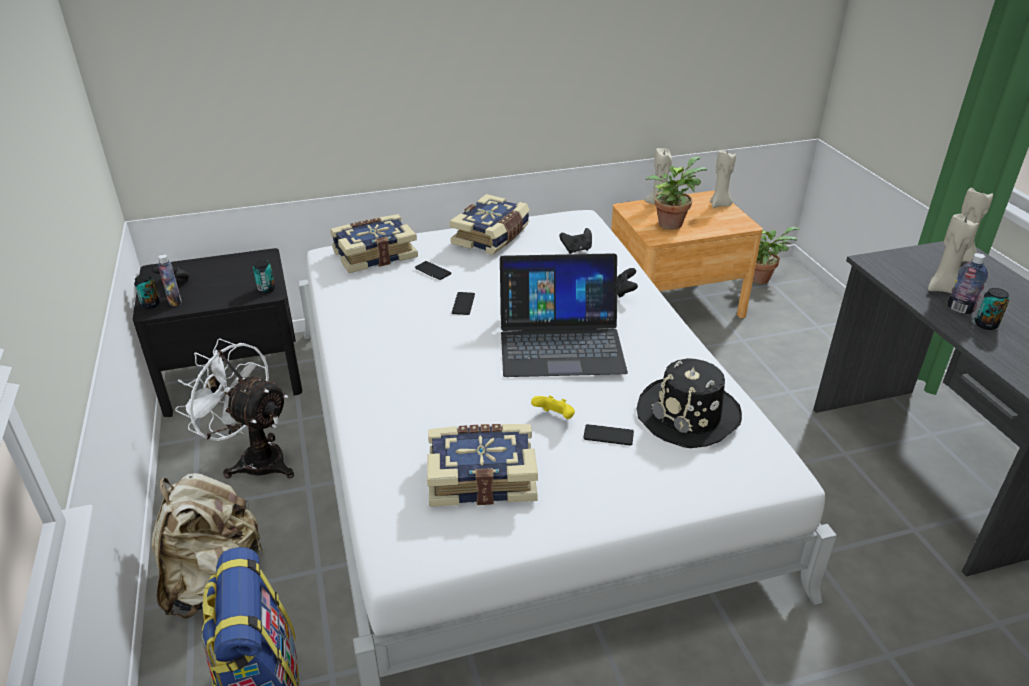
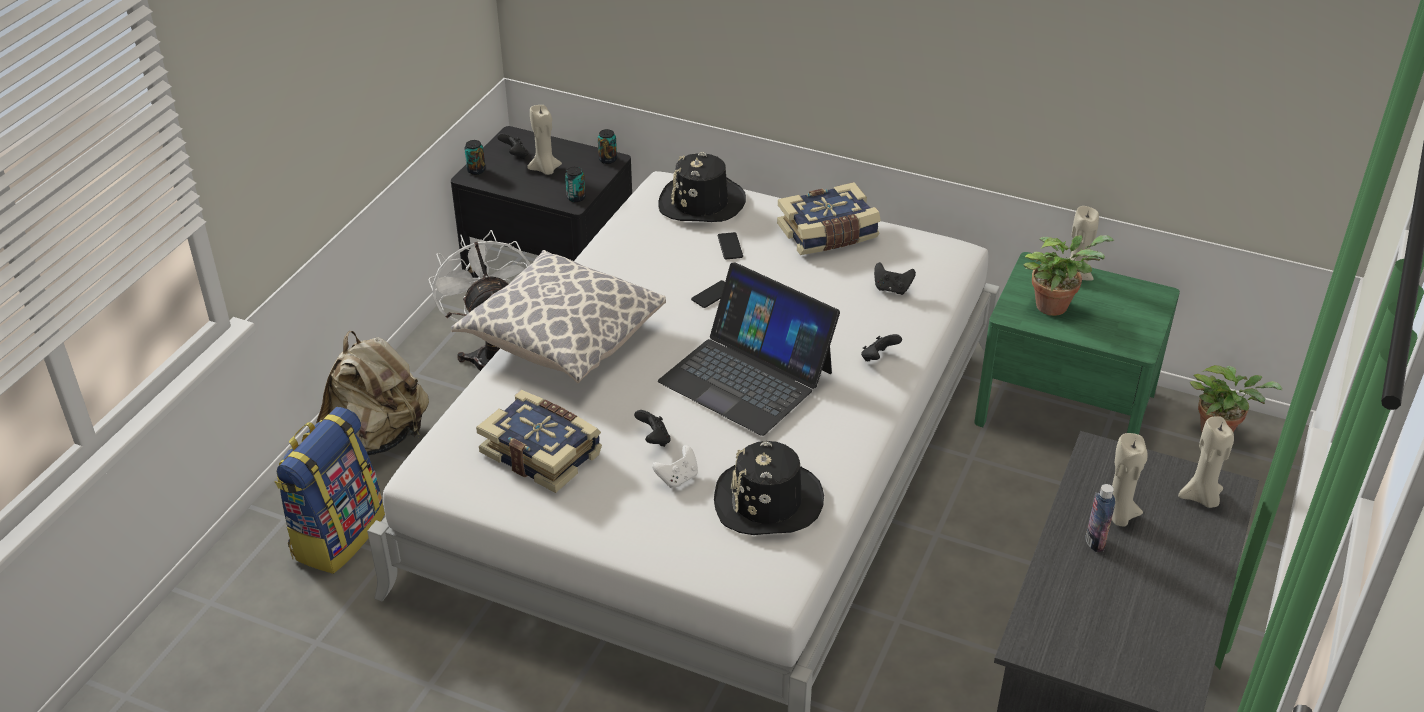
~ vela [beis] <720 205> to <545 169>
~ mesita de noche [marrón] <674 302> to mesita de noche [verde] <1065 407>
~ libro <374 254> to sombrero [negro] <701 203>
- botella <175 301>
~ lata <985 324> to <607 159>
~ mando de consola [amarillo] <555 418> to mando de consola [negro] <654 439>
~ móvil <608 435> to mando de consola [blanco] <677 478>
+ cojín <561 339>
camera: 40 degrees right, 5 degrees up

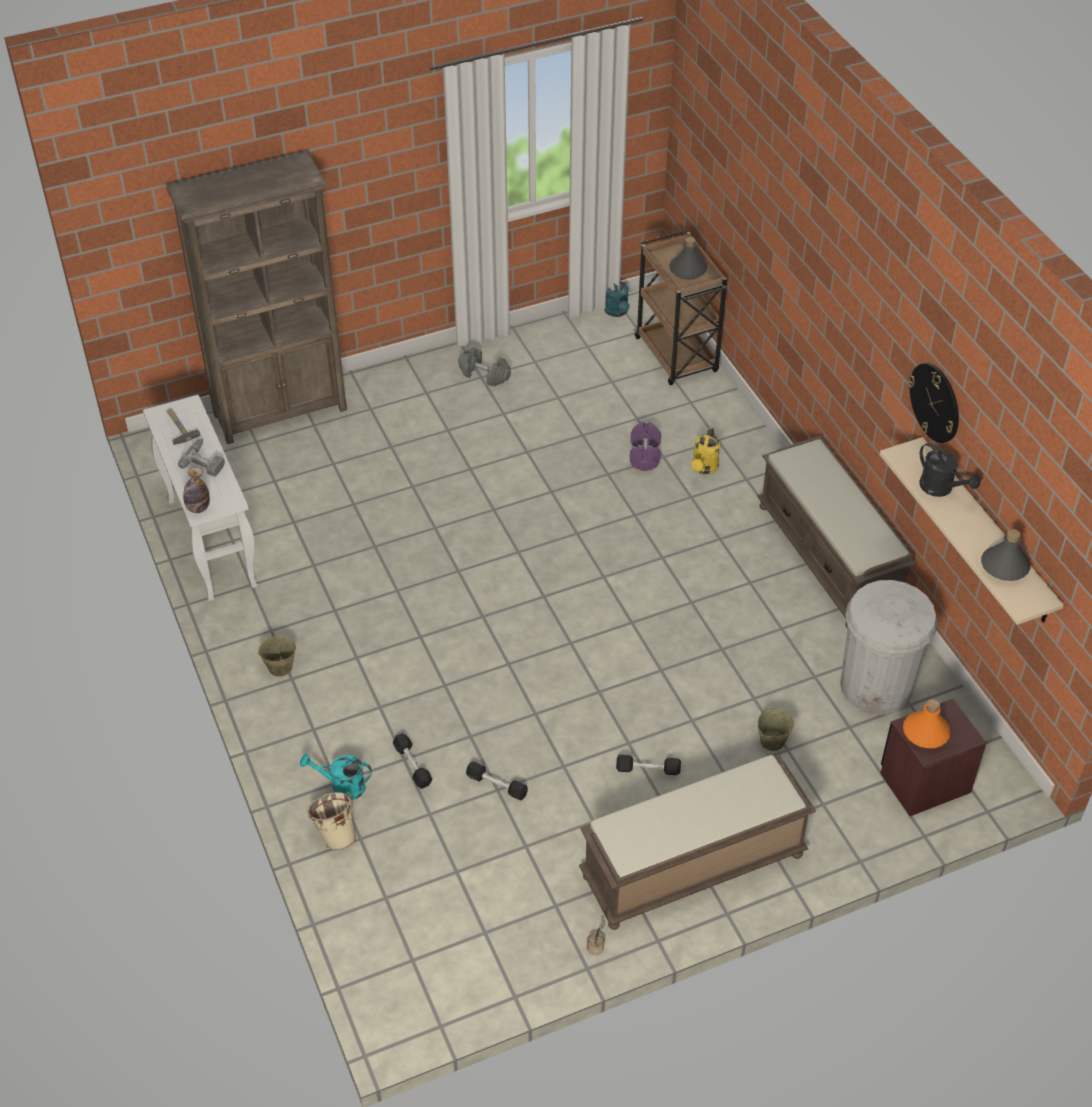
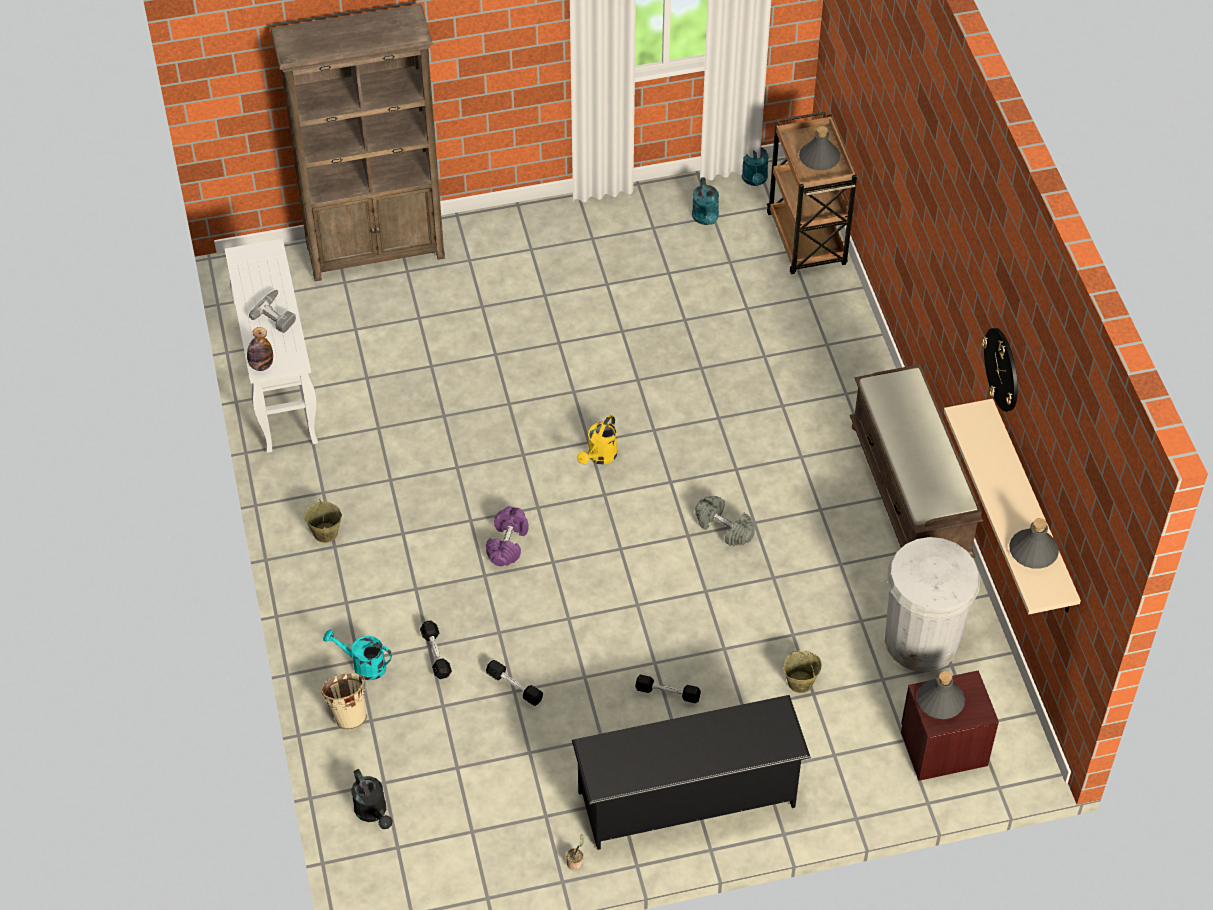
~ mancuerna [gris] <484 375> to <724 528>
- martillo <178 427>
~ mancuerna [morado] <645 455> to <507 544>
~ regadera [amarillo] <704 468> to <599 457>
~ regadera [negro] <941 489> to <373 813>
~ botella [naranja] <926 732> to botella [gris] <940 701>
~ banco [marrón] <692 868> to zapatero [negro] <687 799>
+ regadera [turquesa] <706 219>
camera: 10 degrees right, 5 degrees up

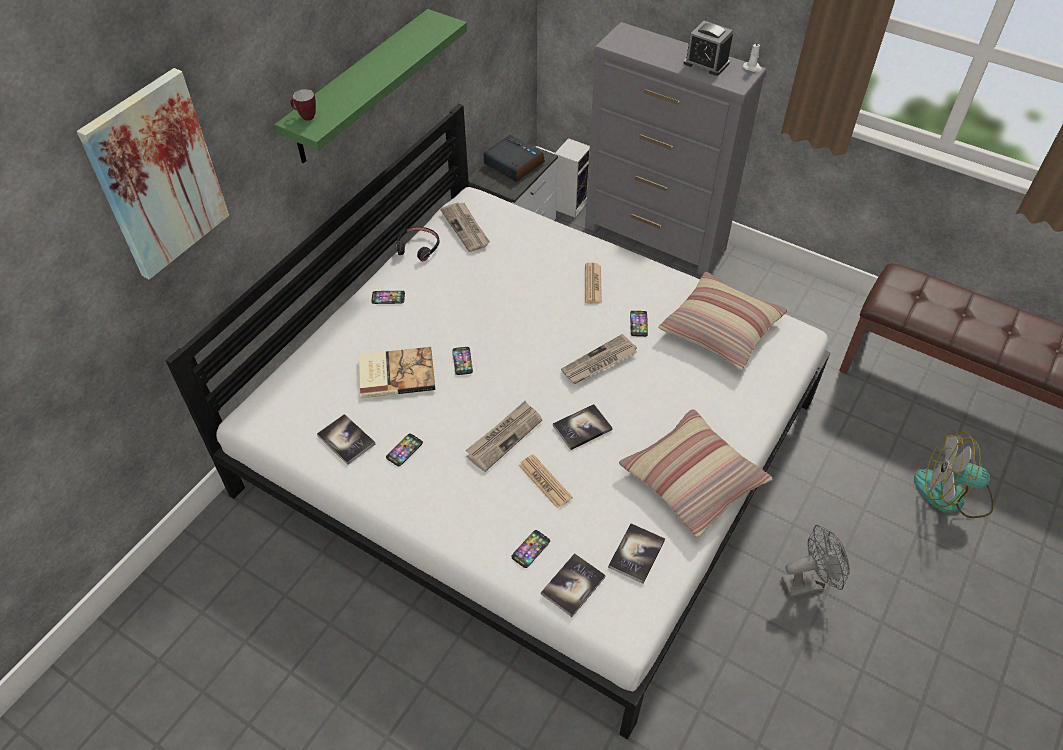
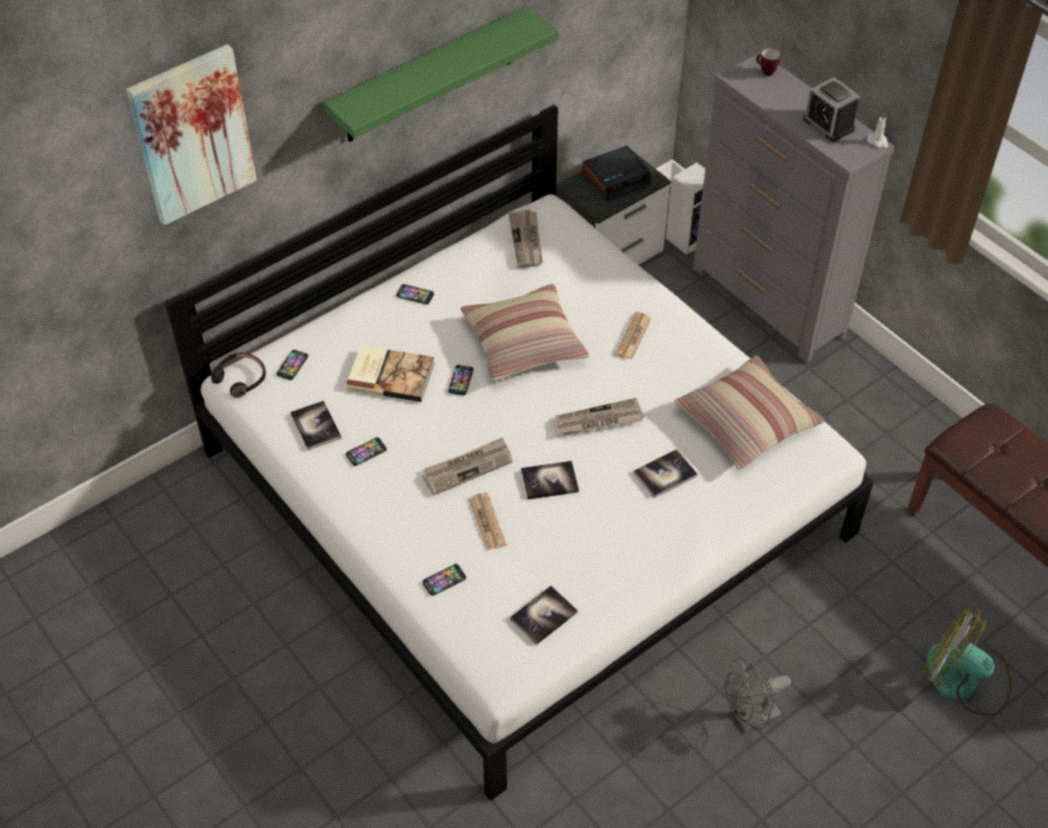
~ taza grande <305 117> to <765 72>
~ despertador <513 163> = <616 178> 90 degrees clockwise
~ auriculares [negro] <418 247> to <240 379>
~ móvil <638 324> to <292 365>
~ cojín <692 479> to <524 342>
~ ventilador [gris] <808 582> = <750 718> 150 degrees clockwise
~ libro <573 585> to <665 474>
camera: 20 degrees right, 0 degrees up

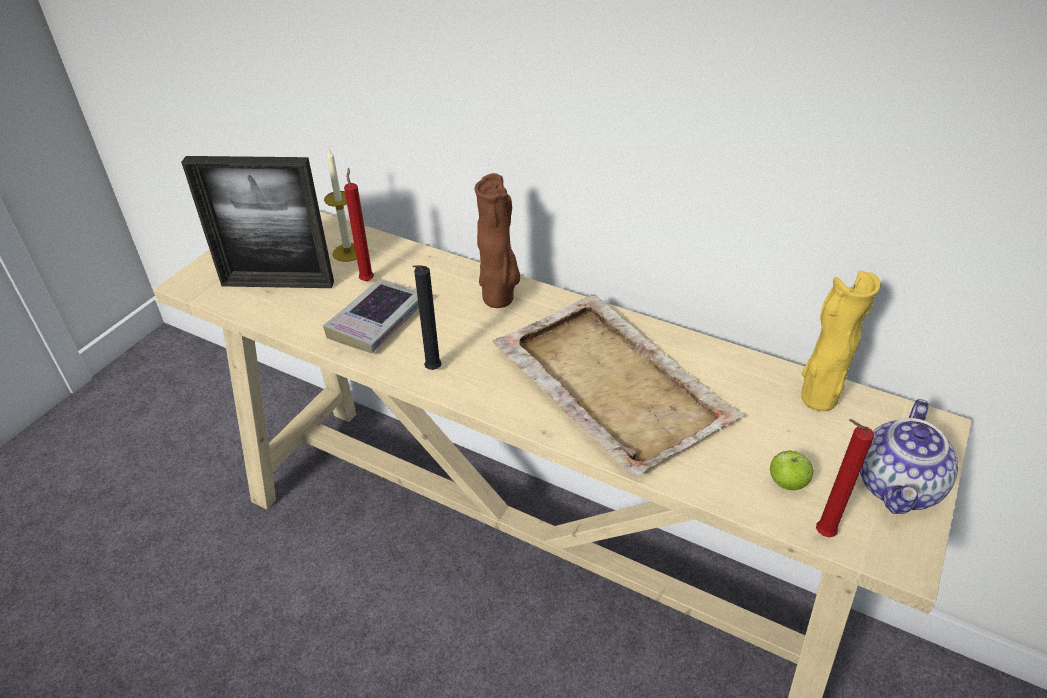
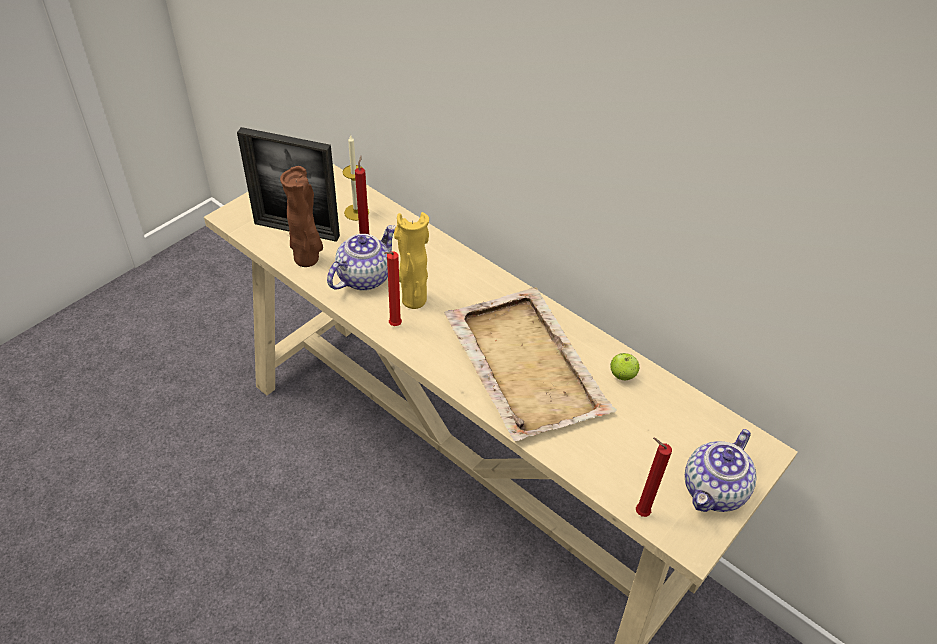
~ florero [marrón] <500 299> to <308 259>
~ vela [negro] <431 371> to vela [rojo] <393 326>
~ florero [amarillo] <817 398> to <413 299>
~ libro <377 321> to tetera <364 277>
~ manzana <787 483> to <622 375>
camera: 10 degrees right, 5 degrees up

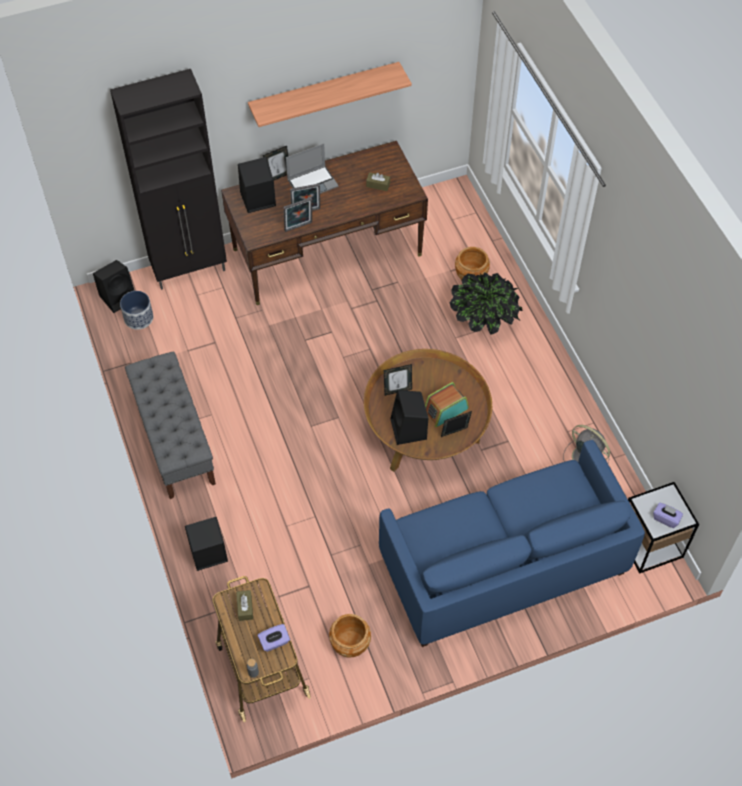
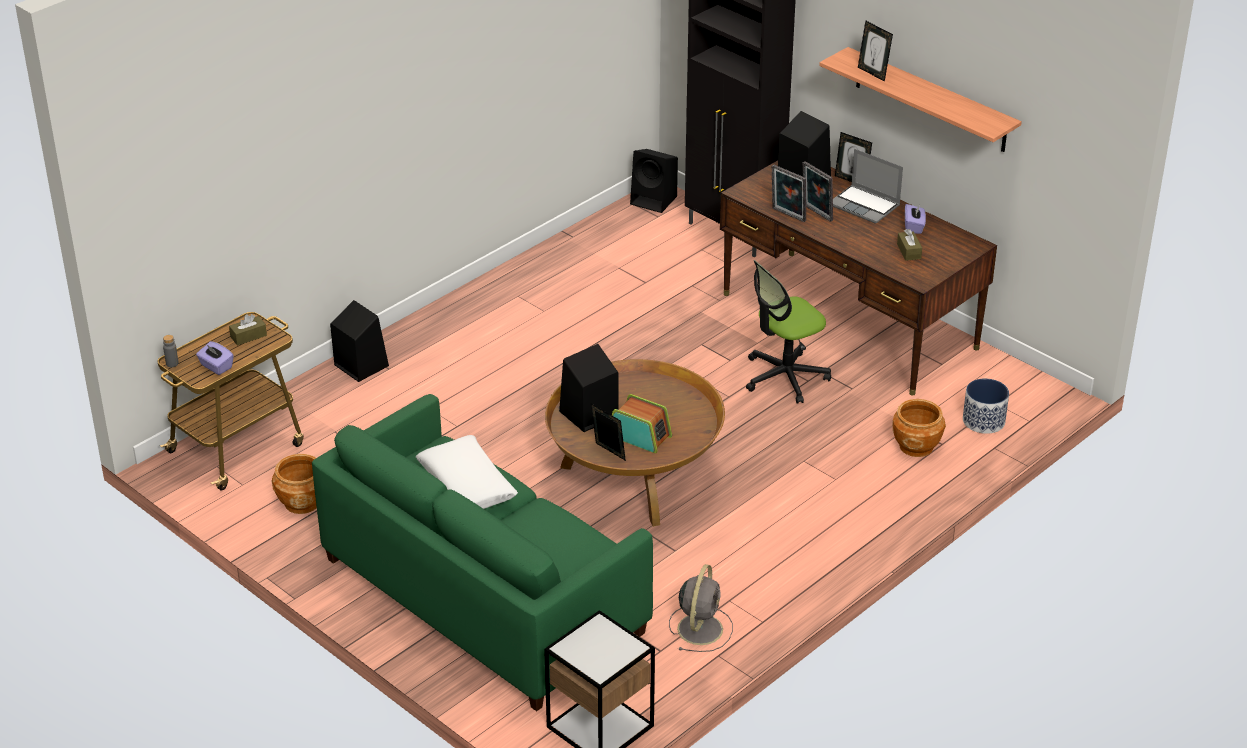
- planta en maceta <484 323>
~ maceta <139 318> to <983 421>
- banco [gris] <174 439>
~ portarretratos <397 390> to <873 73>
~ sofá [azul] <502 564> to sofá [verde] <483 595>
~ caja de pañuelos [morado] <666 518> to <914 227>
+ silla de oficina <785 377>
+ cojín [blanco] <467 485>
camera: 65 degrees right, 20 degrees down

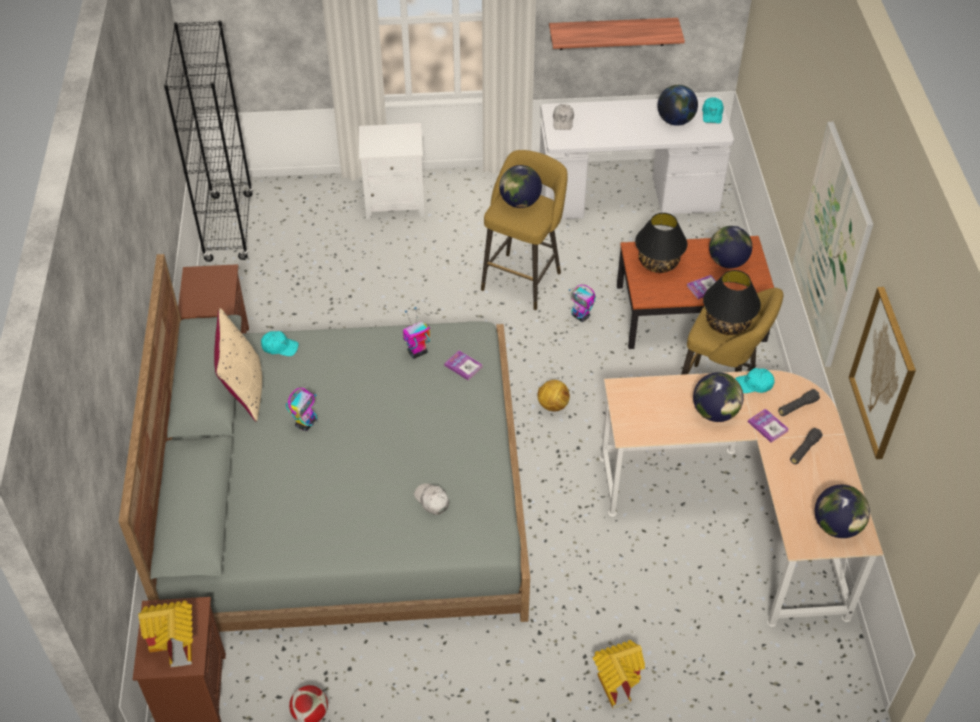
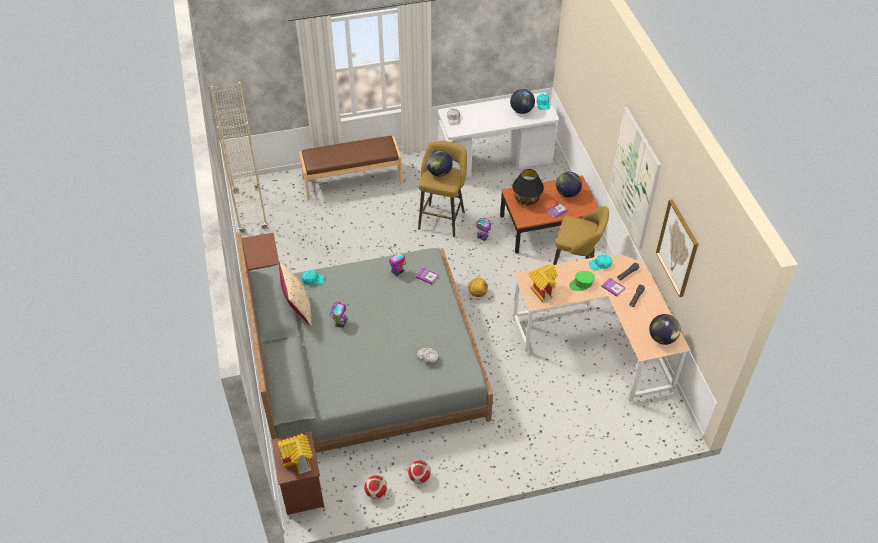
- estante <612 33>
~ estantería [negro] <229 228> to estantería [beis] <250 209>
~ mesita de noche [blanco] <396 202> to banco [marrón] <352 180>
- lámpara de mesa [negro] <727 323>
~ globo terráqueo <715 413> to gorra [verde] <581 284>
~ casita <617 681> to <542 290>
+ balón de fútbol <419 477>
camera: 10 degrees left, 0 degrees up

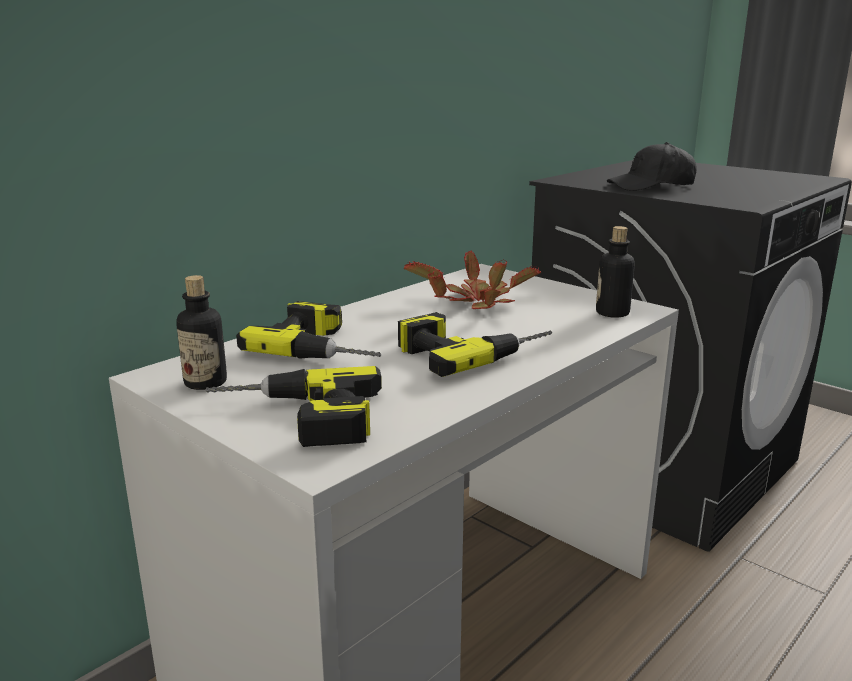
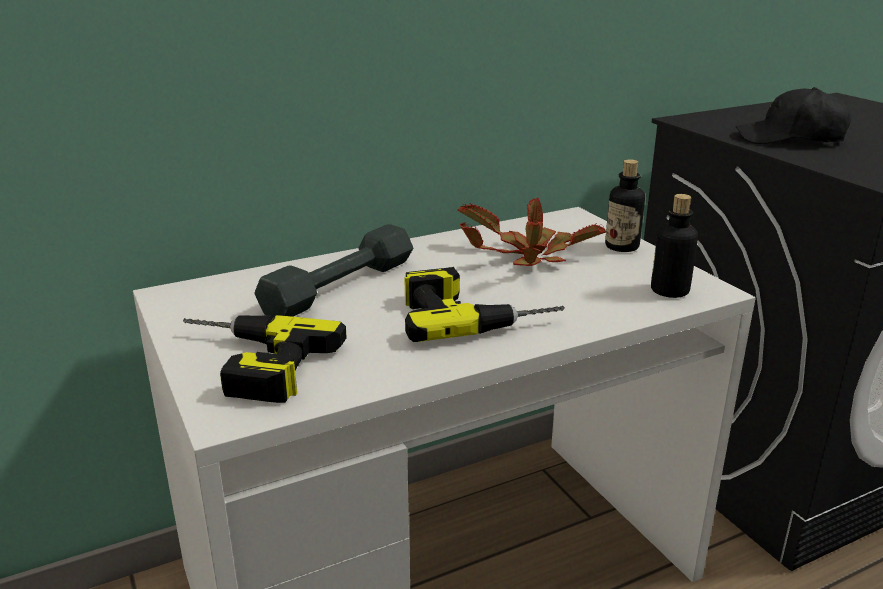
~ botella <205 382> to <621 246>
~ taladro <326 346> to mancuerna [gris] <339 286>
camera: 20 degrees right, 5 degrees up

